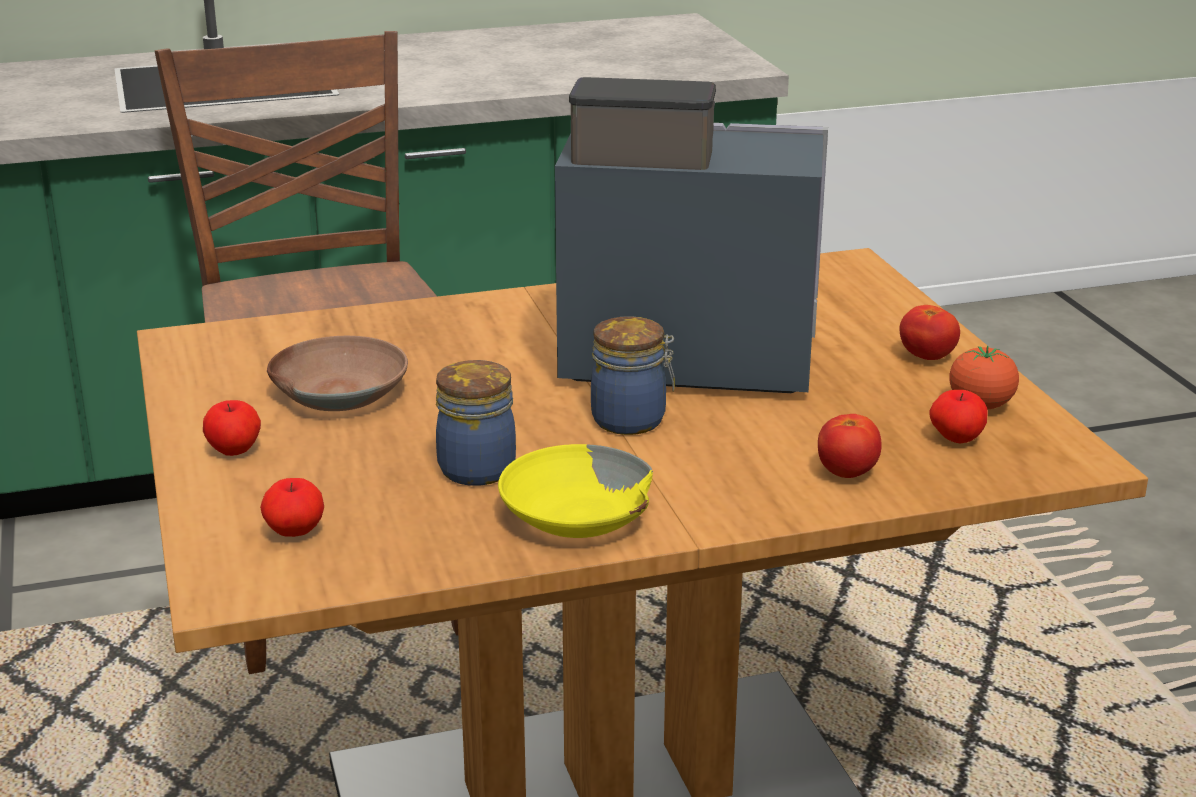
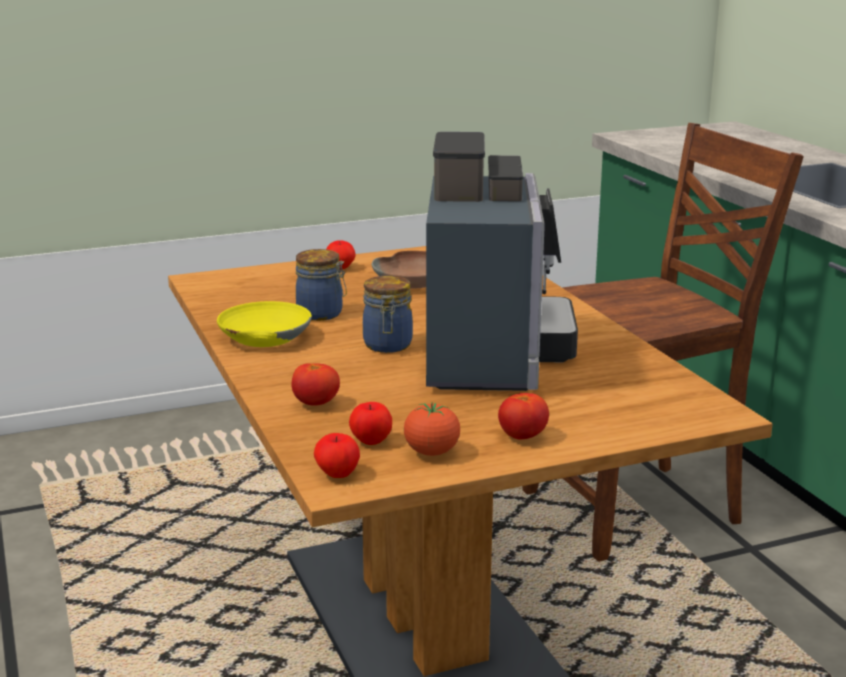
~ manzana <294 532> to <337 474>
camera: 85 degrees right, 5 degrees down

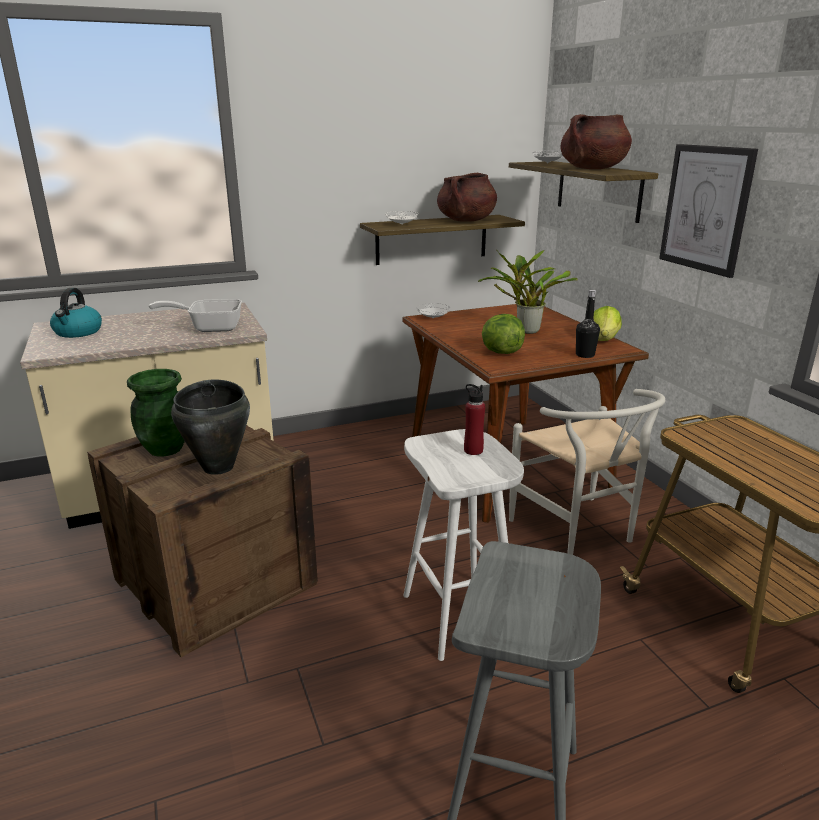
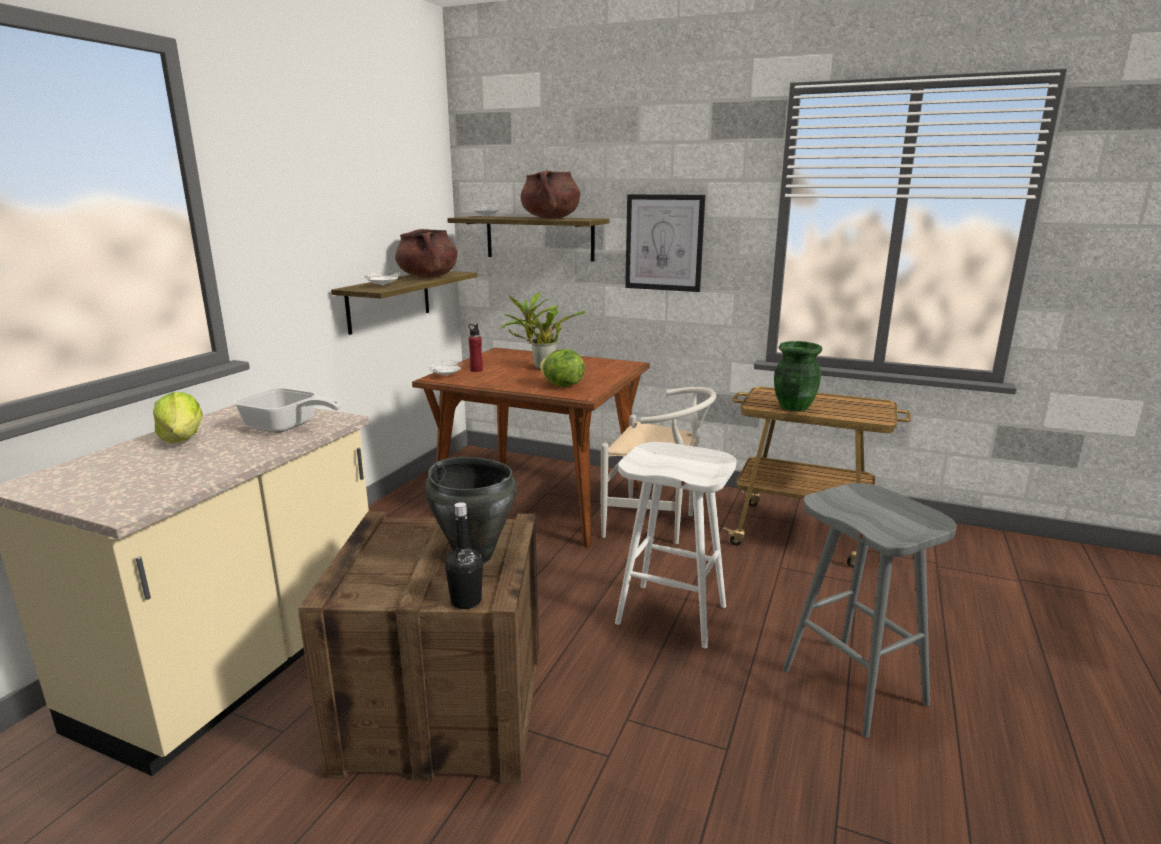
- hervidor <78 332>
~ botella [negro] <585 355> to <466 601>
~ sartén <210 327> = <286 427> 105 degrees counterclockwise
~ lechuga <604 339> to <182 439>
~ florero [verde] <165 449> to <793 407>
~ botella [rojo] <473 450> to <476 370>
camera: 45 degrees left, 5 degrees down

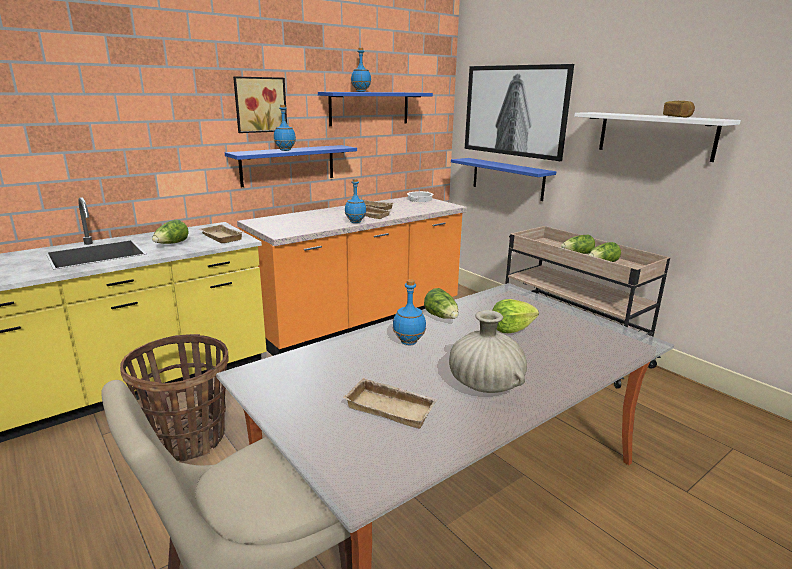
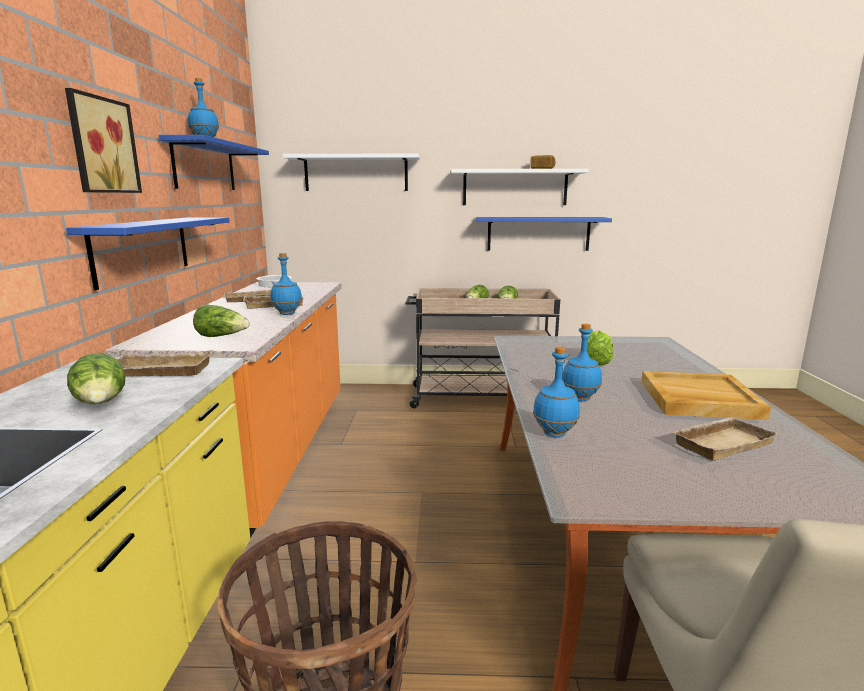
~ cuadro <515 111> to estante [blanco] <356 173>
~ botella [azul] <285 150> to <555 433>
~ estante [azul] <507 178> to <538 233>
~ lechuga <442 317> to <222 336>
~ florero [beis] <485 385> to bandeja [beis] <698 399>
camera: 50 degrees left, 5 degrees down

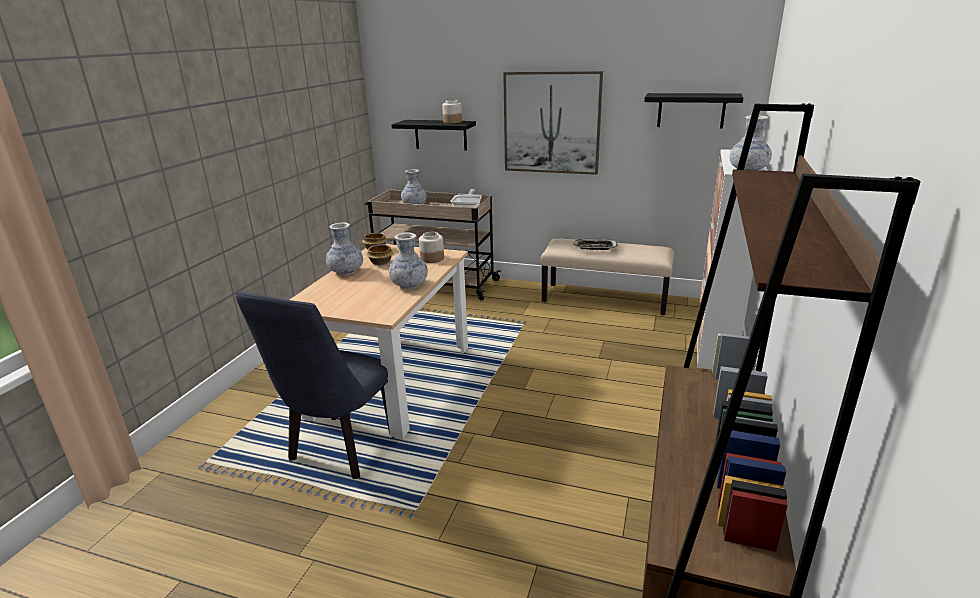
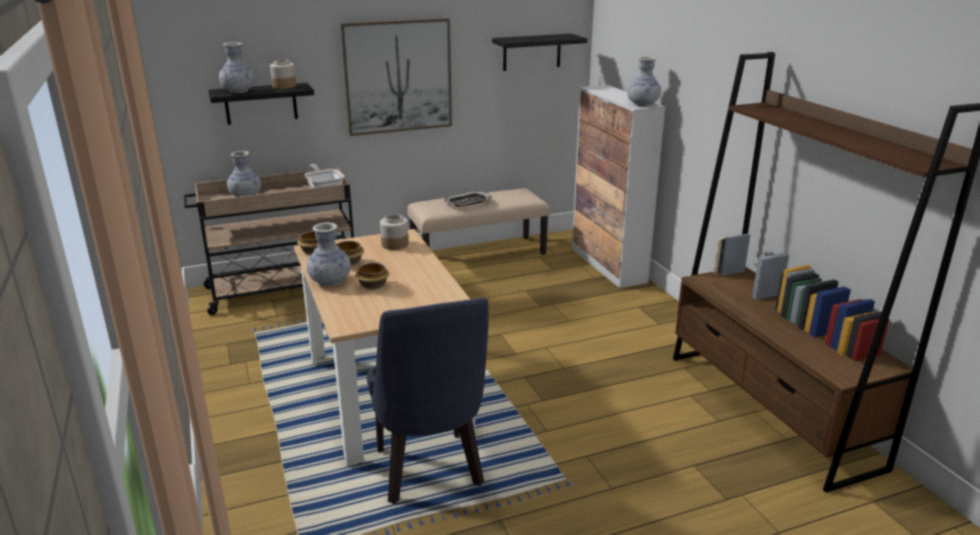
~ florero <409 285> to <238 91>
+ cuenco <372 286>
camera: 40 degrees left, 0 degrees up

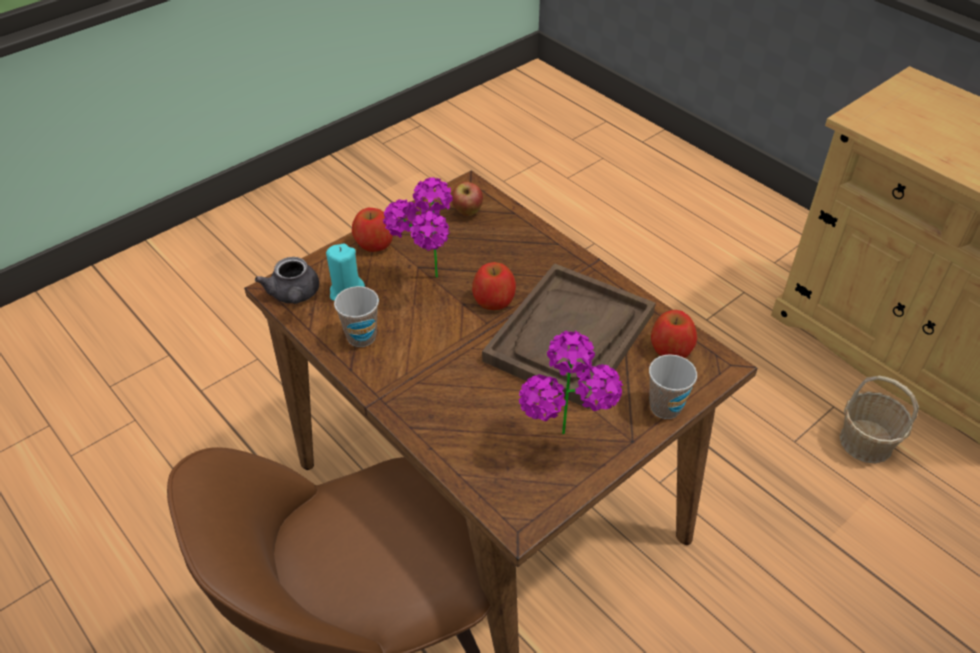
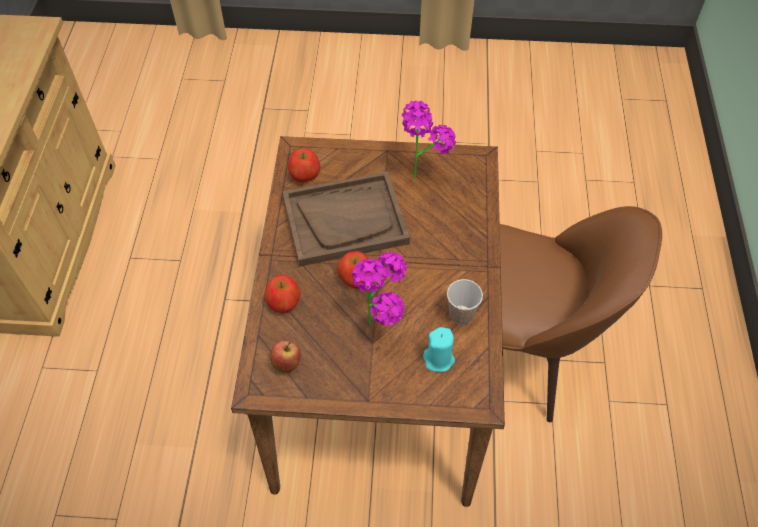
~ manzana <374 243> to <283 302>
- tetera [gris] <294 296>
- taza <665 407>
- cesta <865 441>
camera: 135 degrees left, 10 degrees up

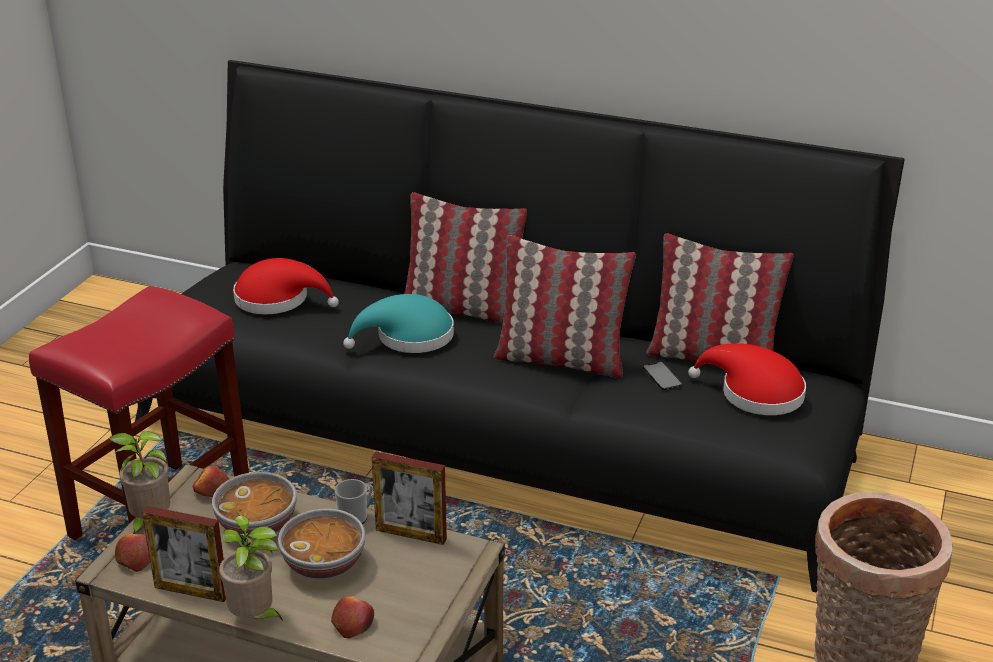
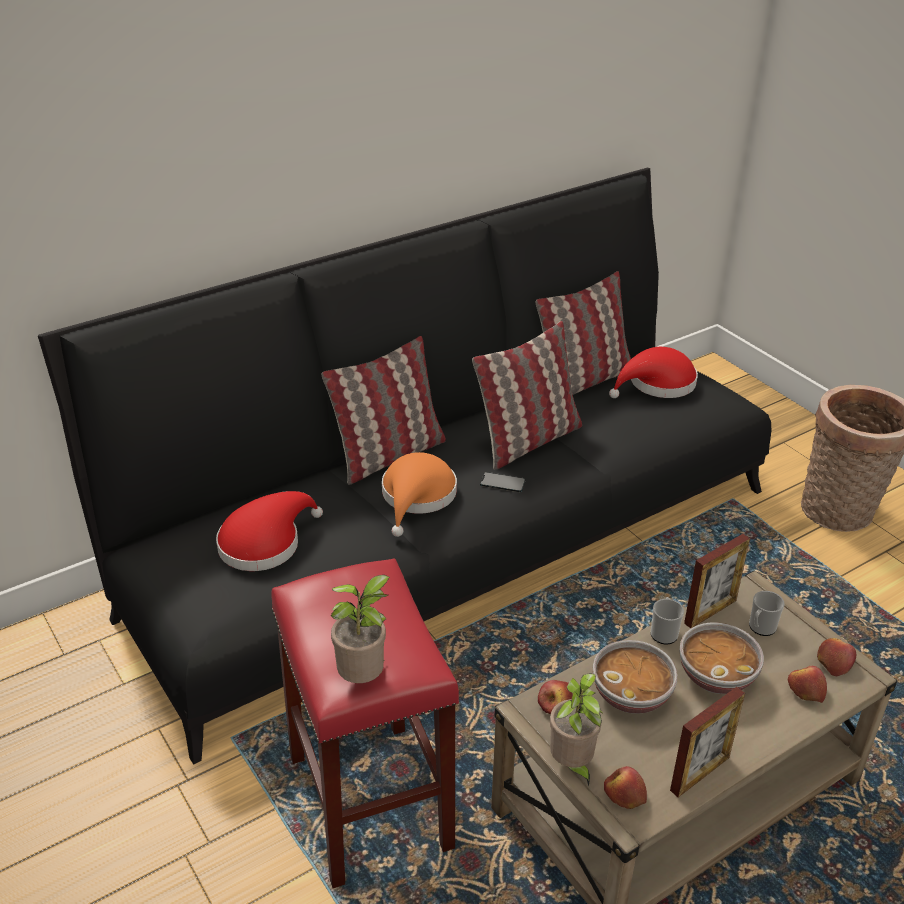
~ sombrero [turquesa] <408 337> to sombrero [naranja] <417 497>
~ móvil <662 376> to <502 482>
~ planta en maceta <255 618> to <364 678>
+ taza grande <760 628>
+ manzana <834 662>
camera: 55 degrees left, 5 degrees up

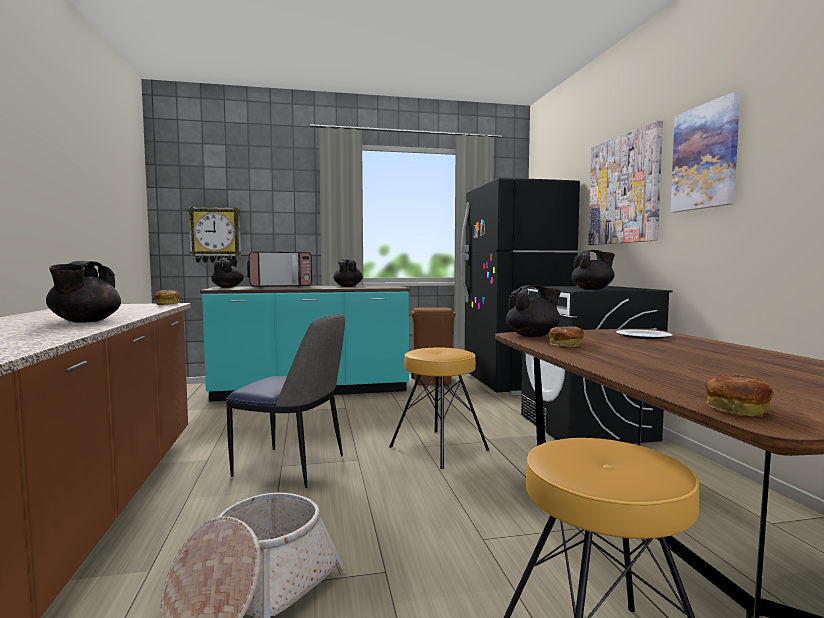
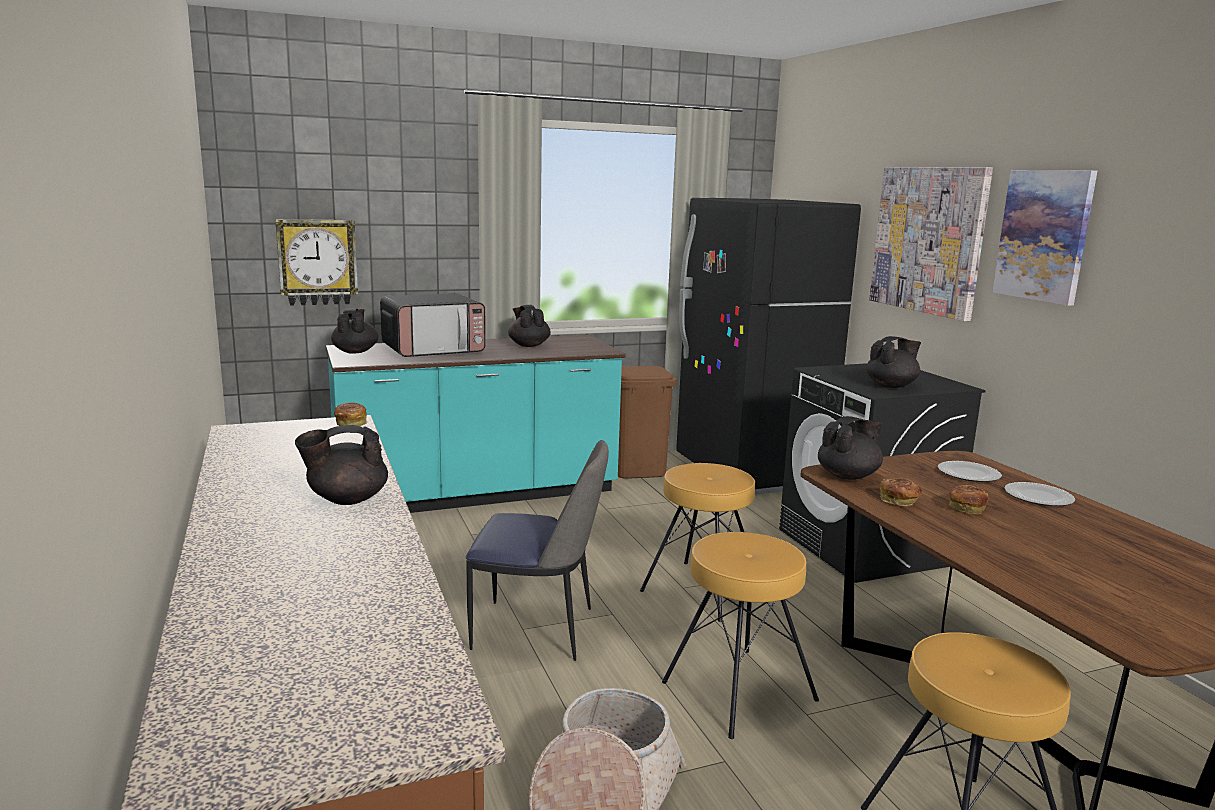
~ tetera [negro] <85 321> = <346 499> 75 degrees clockwise
~ pan <735 409> to <966 508>
+ plato <1039 497>
+ taburete [marrón] <738 690>
camera: 10 degrees left, 10 degrees up

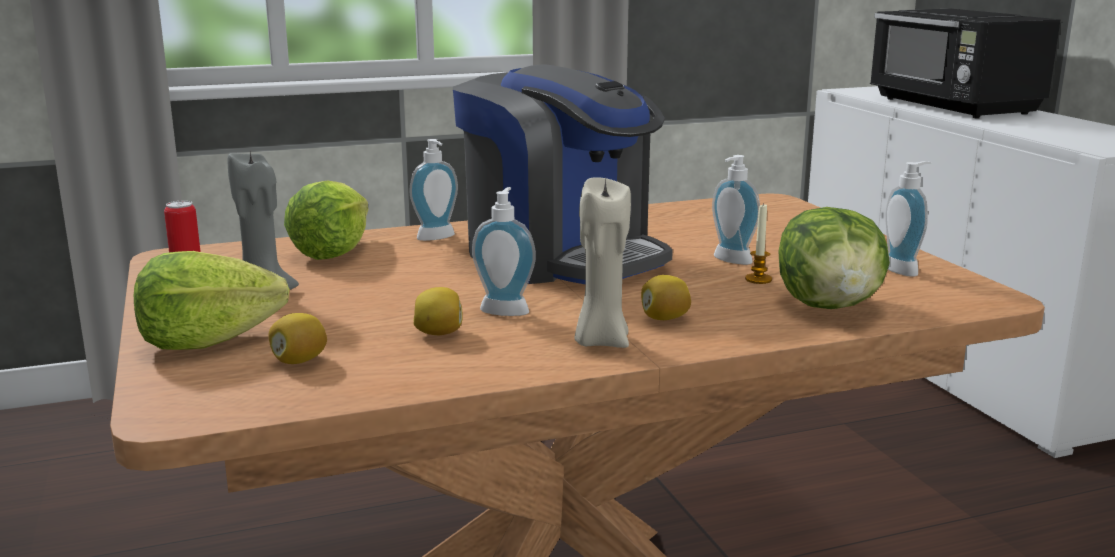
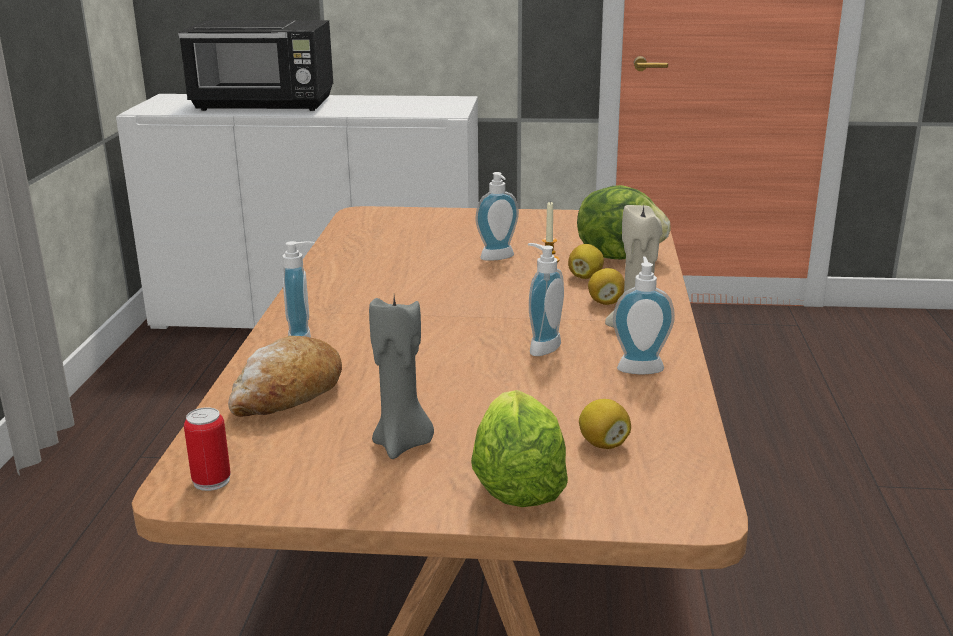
- cafetera <561 256>
~ dispensador de jabón <904 269> to <639 367>
~ lechuga <332 251> to pan <287 395>
~ limón <439 333> to <585 277>
camera: 65 degrees left, 5 degrees up

